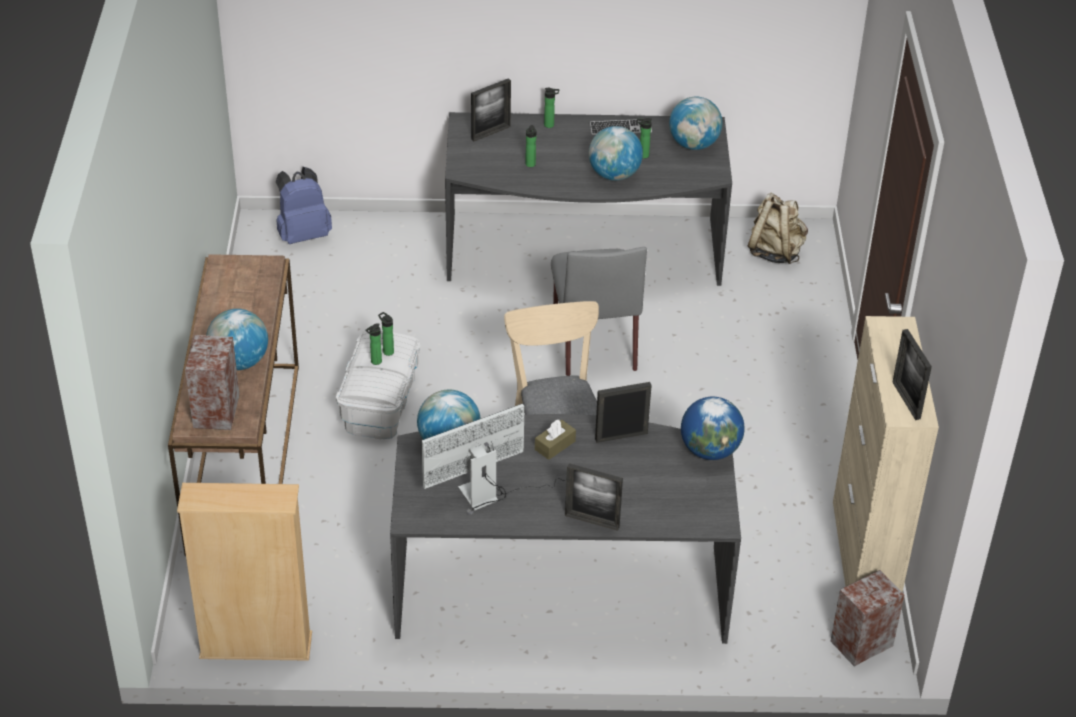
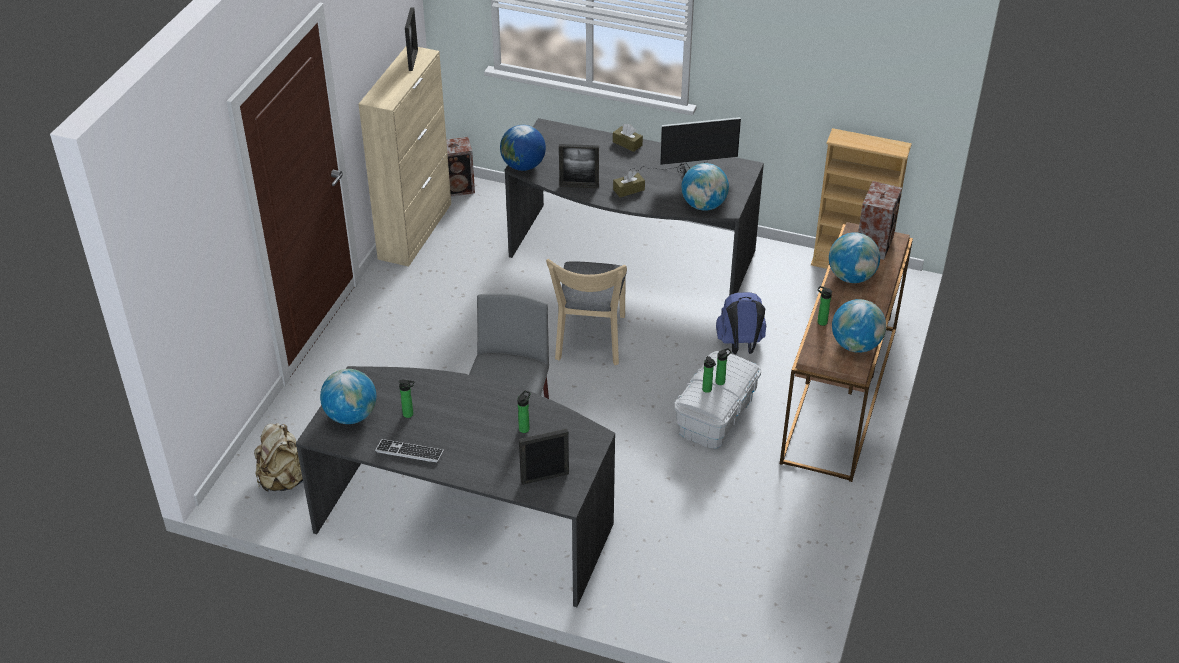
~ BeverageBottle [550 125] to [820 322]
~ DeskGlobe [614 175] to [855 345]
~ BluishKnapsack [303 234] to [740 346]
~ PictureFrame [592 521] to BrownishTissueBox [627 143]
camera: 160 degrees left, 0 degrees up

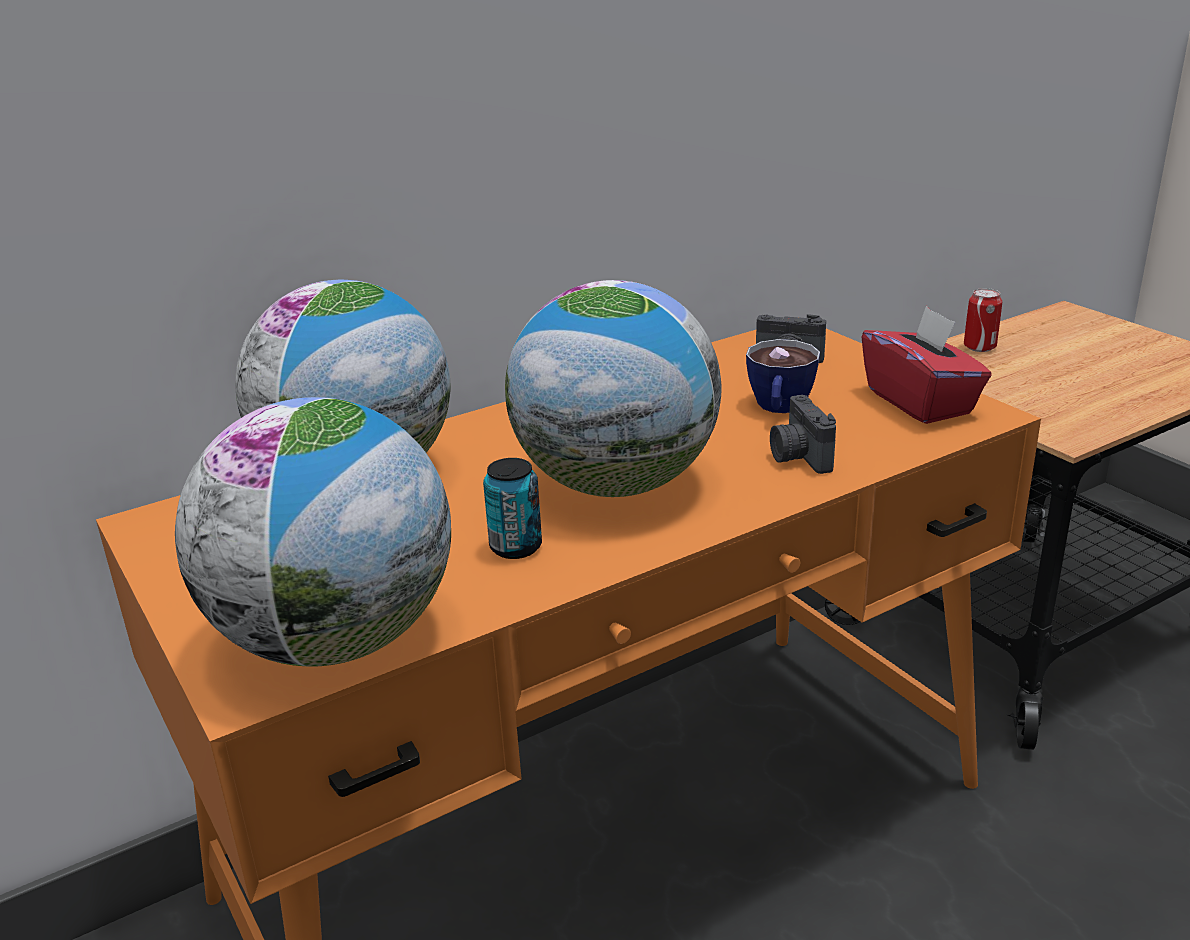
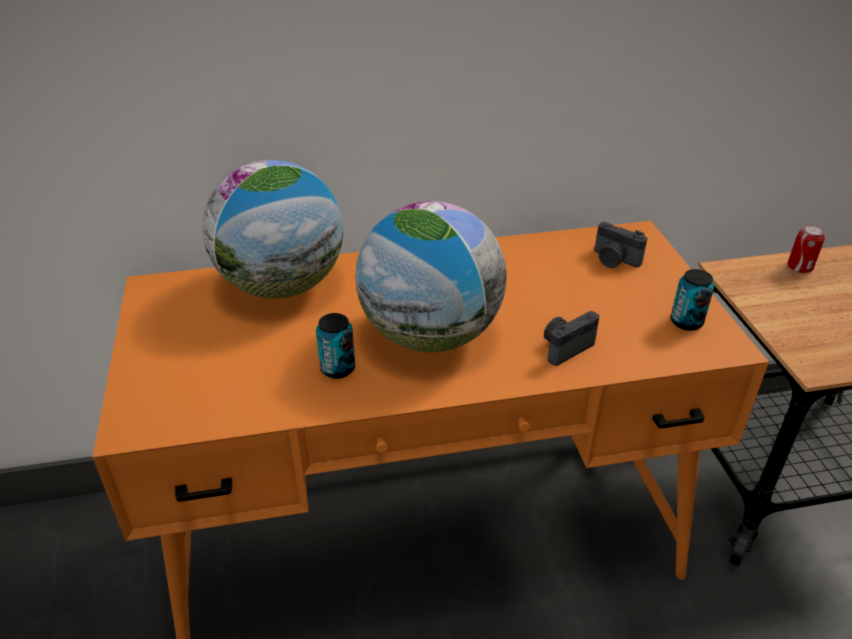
~ ReddishTissueBox [920 402] to Can [686 322]
- DrinkingCup [779 409]
~ StillCamera [798 457] = [565 347] 45 degrees clockwise
- DeskGlobe [336 639]
camera: 20 degrees right, 10 degrees up

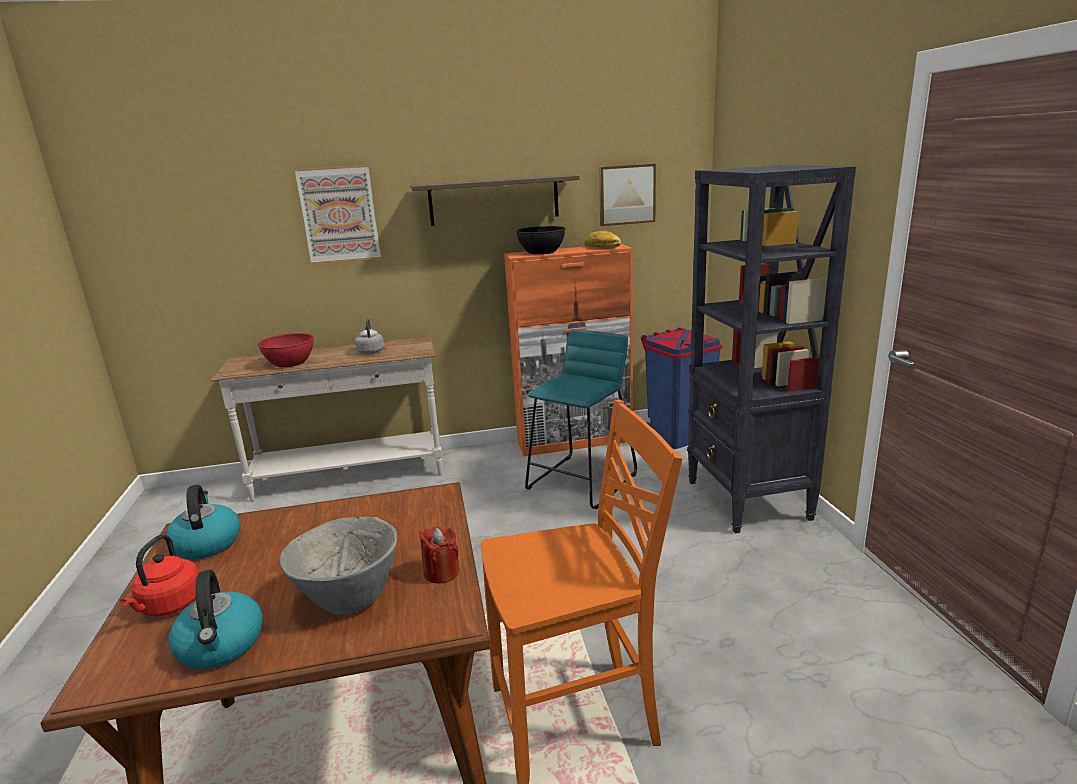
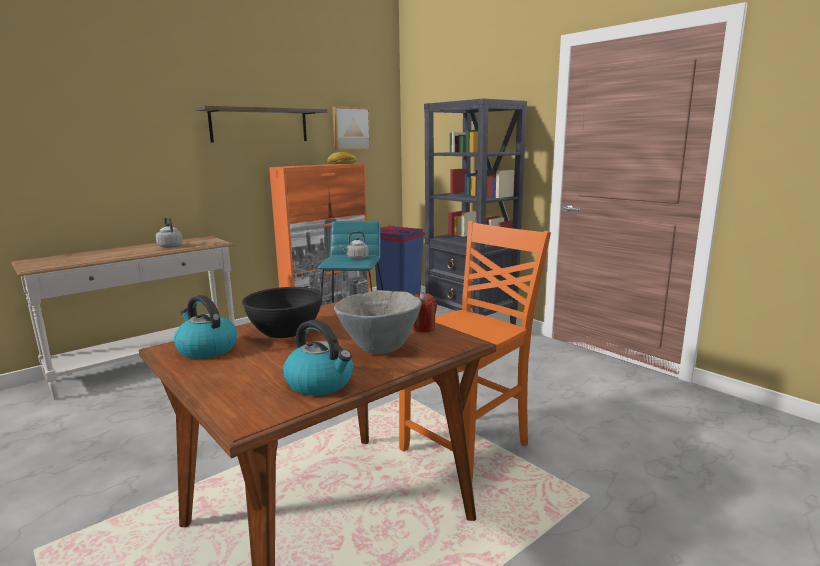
- WallPicture [339 215]
~ BlackColouredServingBowl [541 252] to [285 331]
- ReddishServingBowl [290 363]
- ReddishKettle [169 606]
+ GreyishKettle [356 258]
camera: 30 degrees left, 5 degrees down

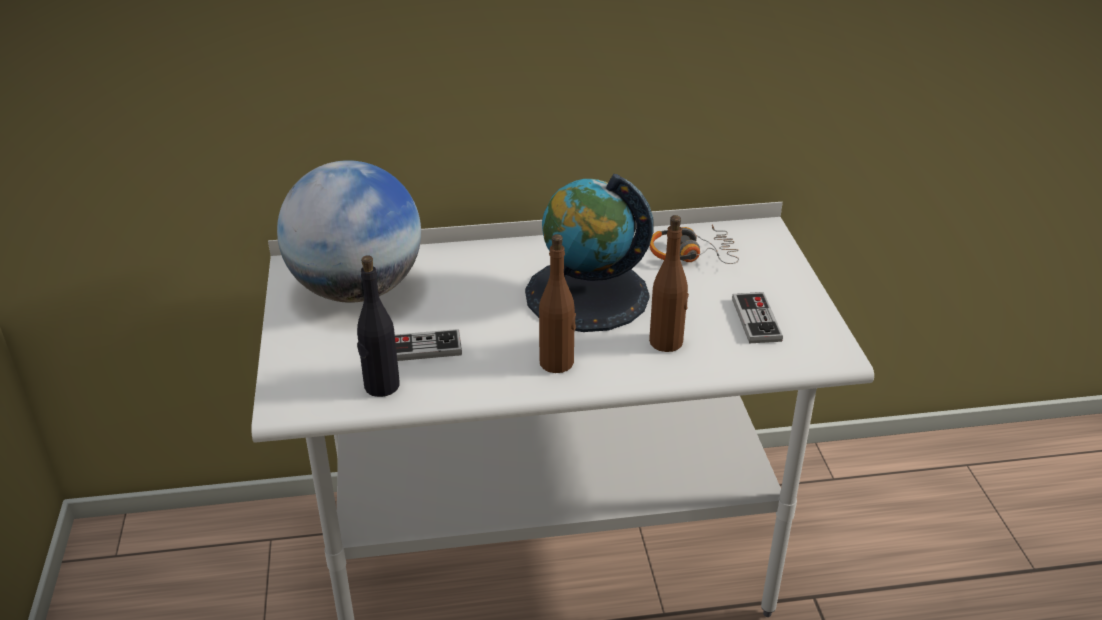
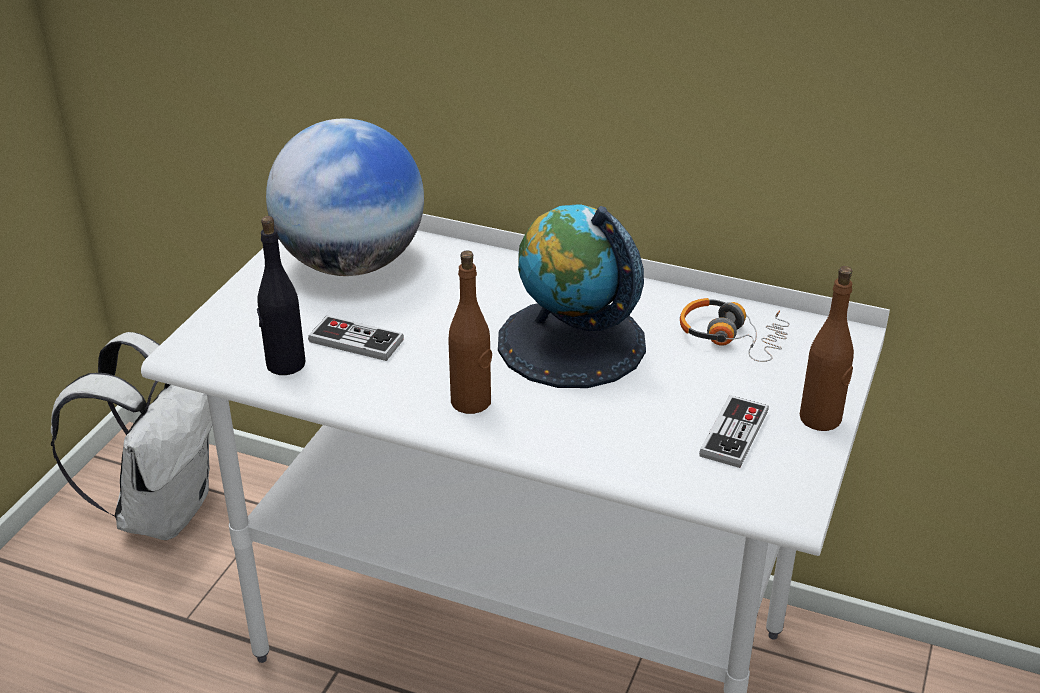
~ BrownishBeverageBottle [666 342] to [821 419]
+ WhiteKnapsack [163 509]
camera: 30 degrees right, 0 degrees up

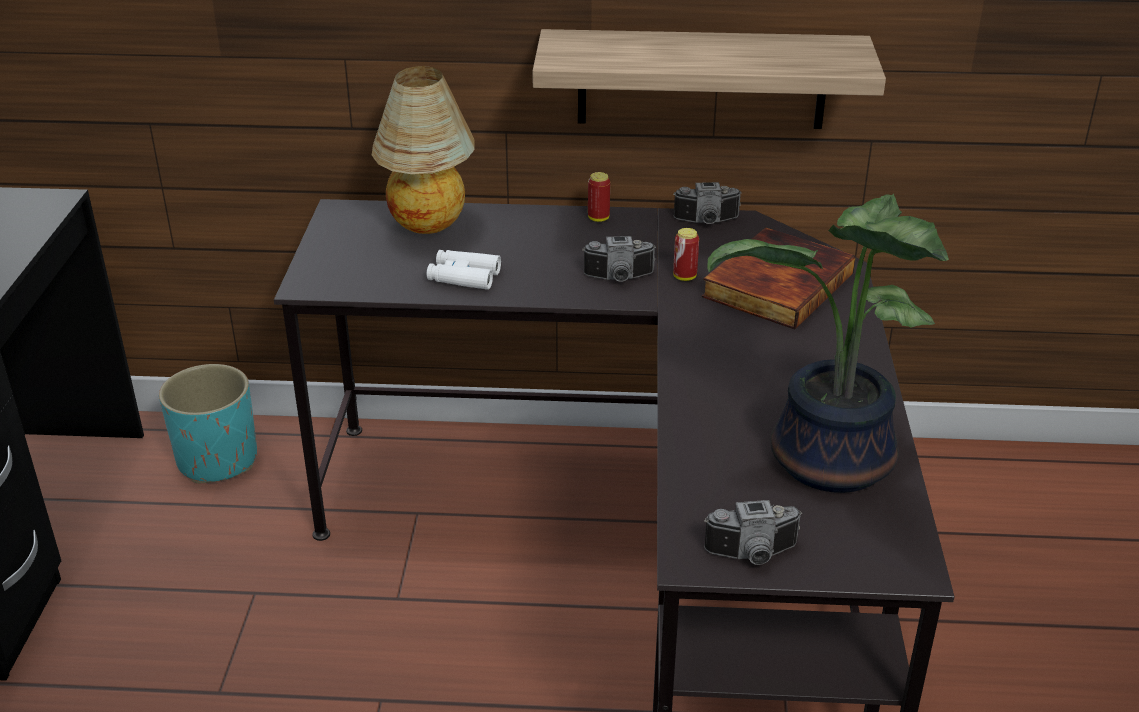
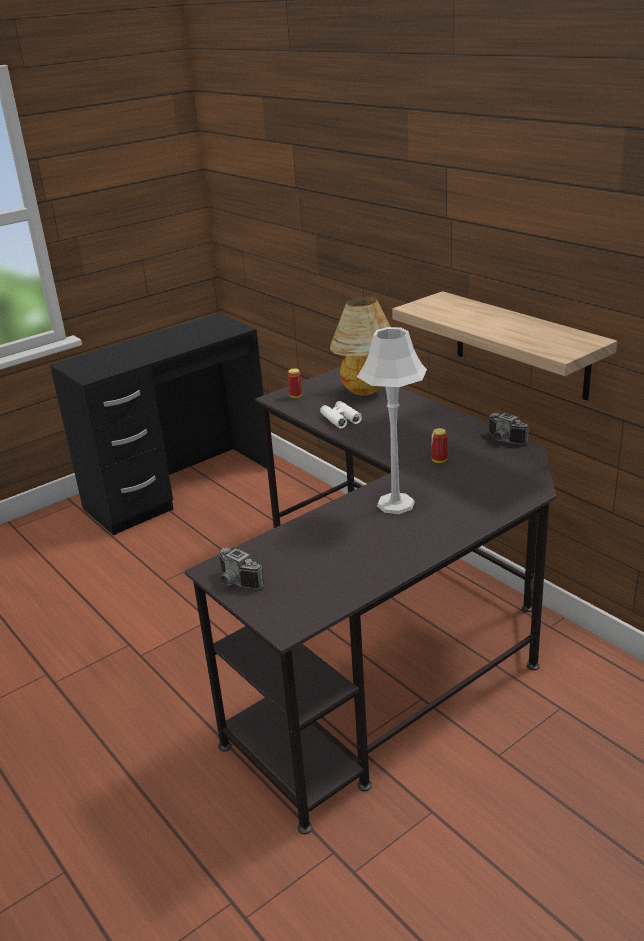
~ Can [598 218] to [296 396]
- PottedPlant [828 465]
- BoundBook [776 283]
- StillCamera [619 278]
- TurquoisePlantPot [217 460]
+ GreyishLampForATable [396 504]
camera: 50 degrees right, 5 degrees down

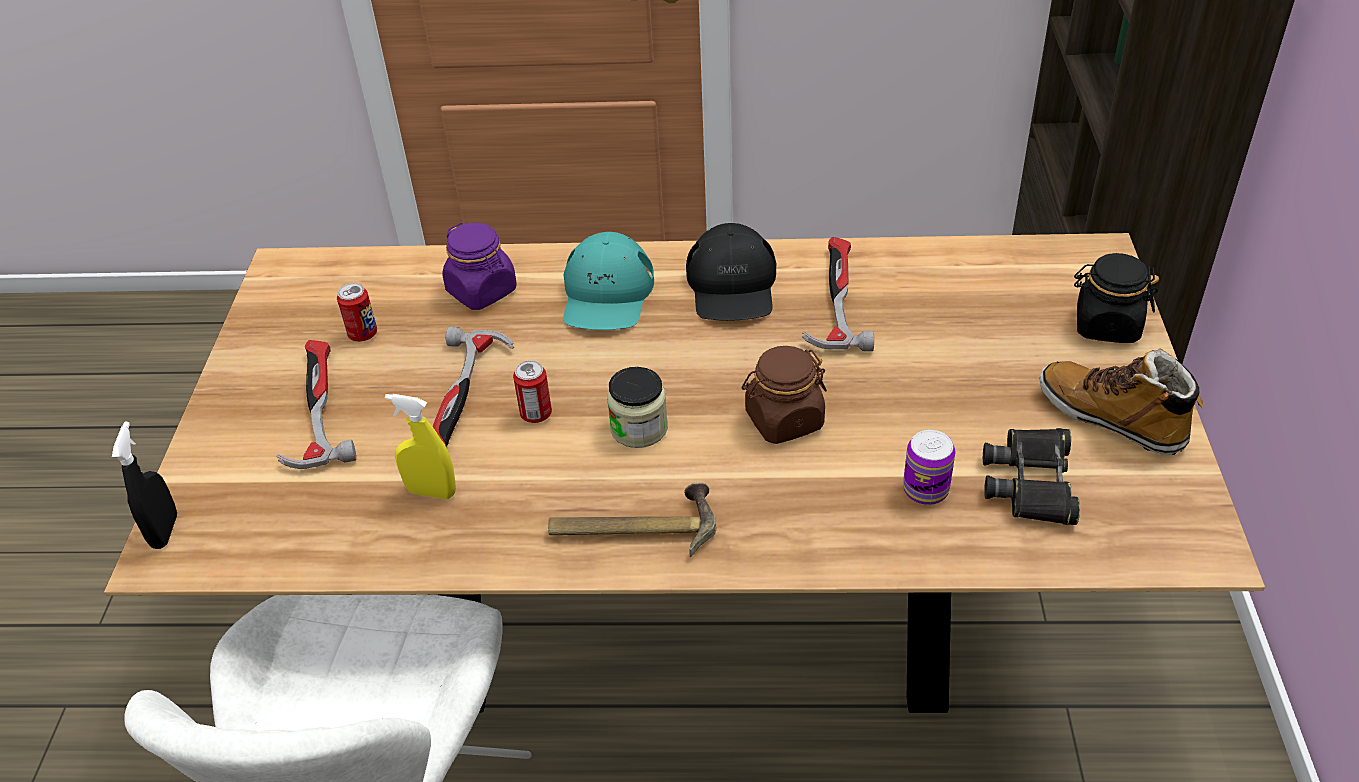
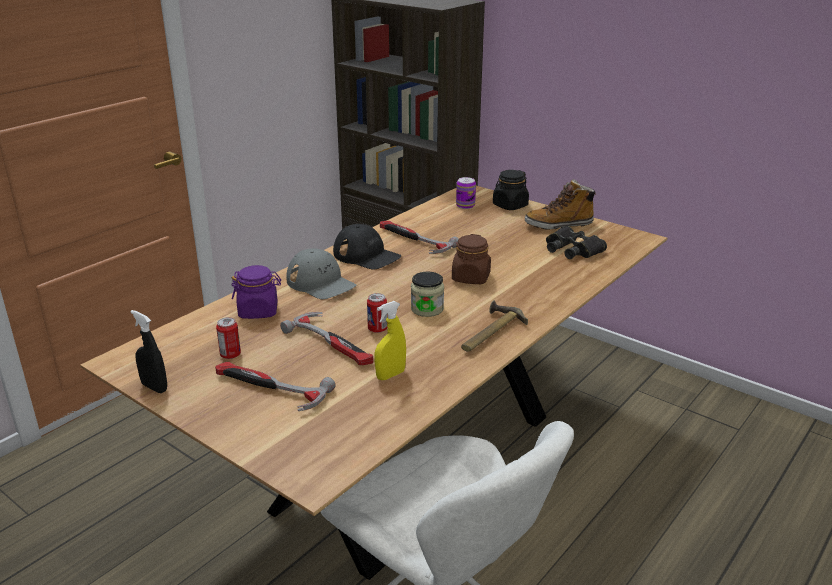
~ TurquoiseBaseballCap [607 294] to GreyishBaseballCap [321 283]
~ BlackColouredHandSprayer [165 531] to [154 387]
~ Can [925 490] to [465 205]
camera: 55 degrees left, 15 degrees down

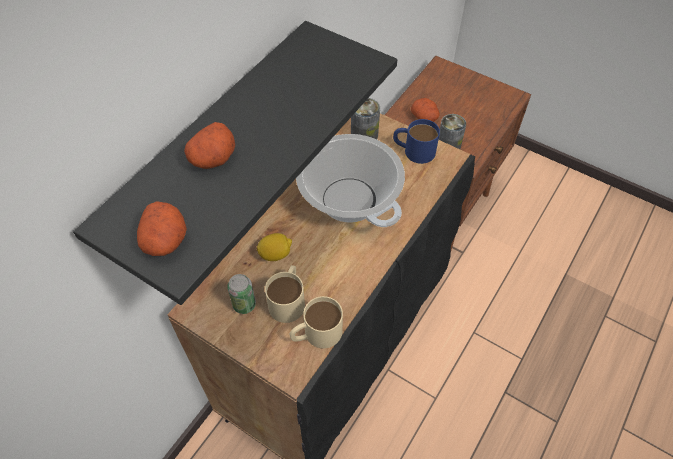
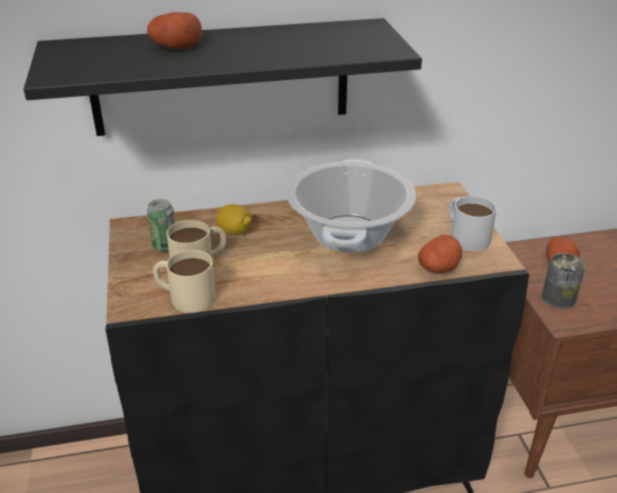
- Can [364 134]
~ BluishTeaMug [413 150] to WhiteTeaMug [465 235]
~ Spud [165 240] to [439 267]
camera: 45 degrees right, 20 degrees down

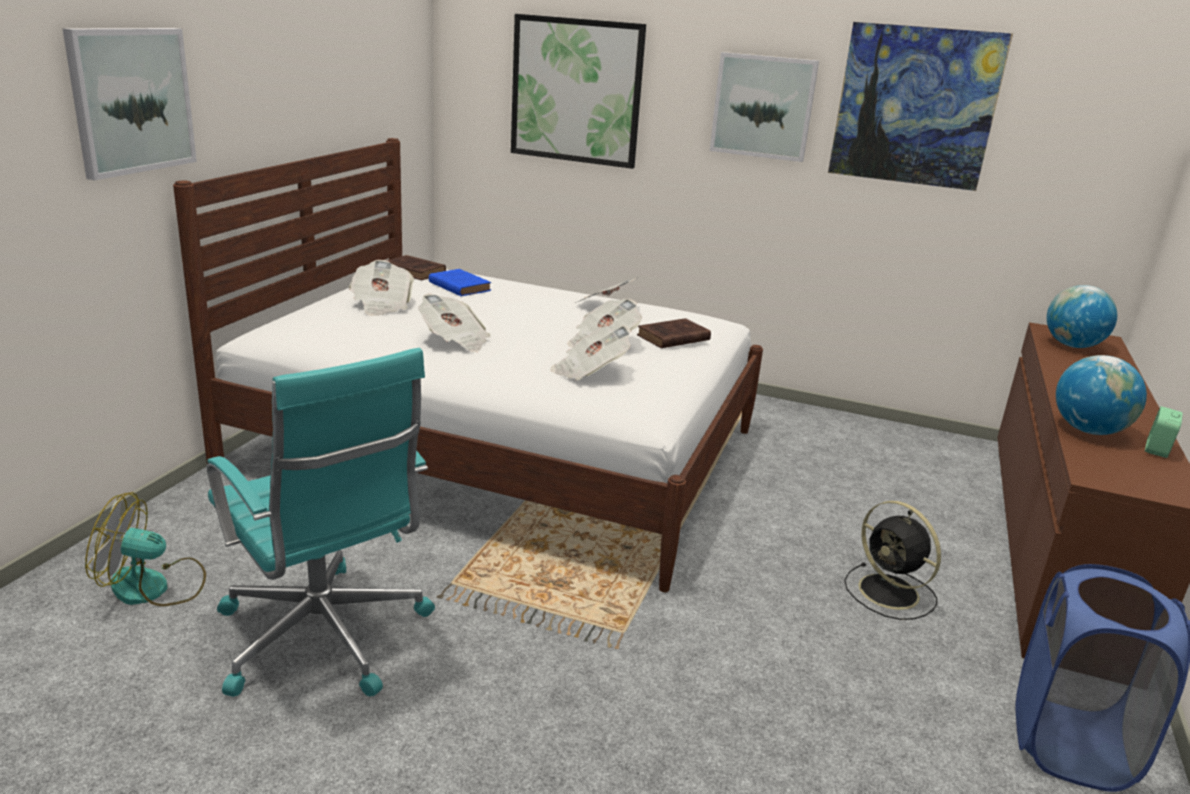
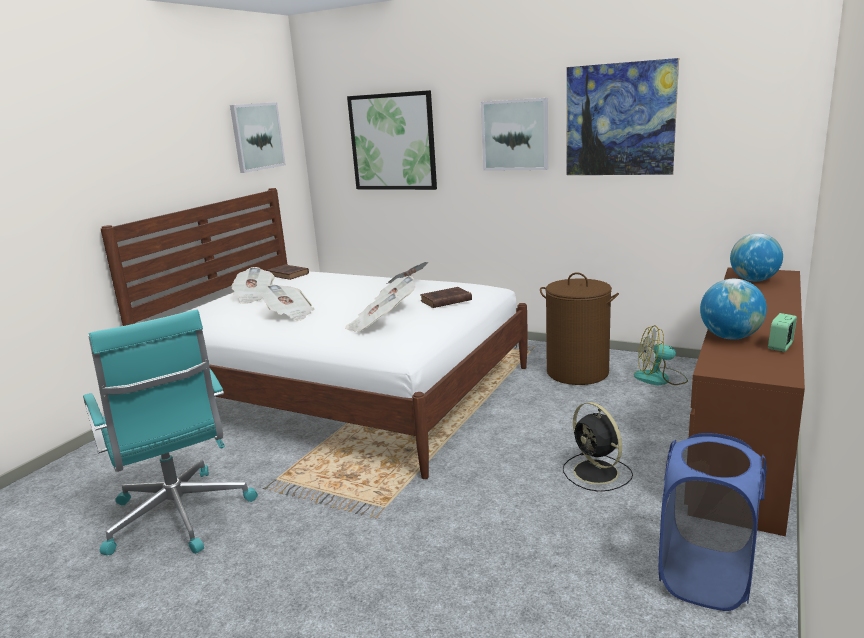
~ WallPicture [131 100] to [257 136]
- BluishBoundBook [458 286]
~ ElectricFan [153 587] to [660 379]
+ BrownishLaundryBasket [577 372]
camera: 10 degrees right, 5 degrees down

